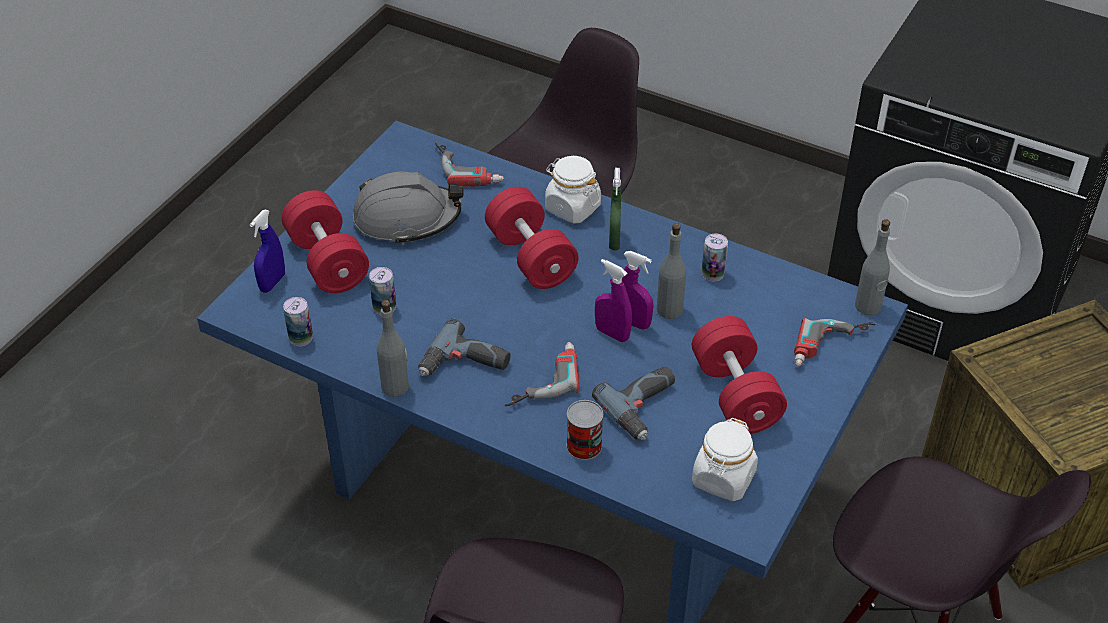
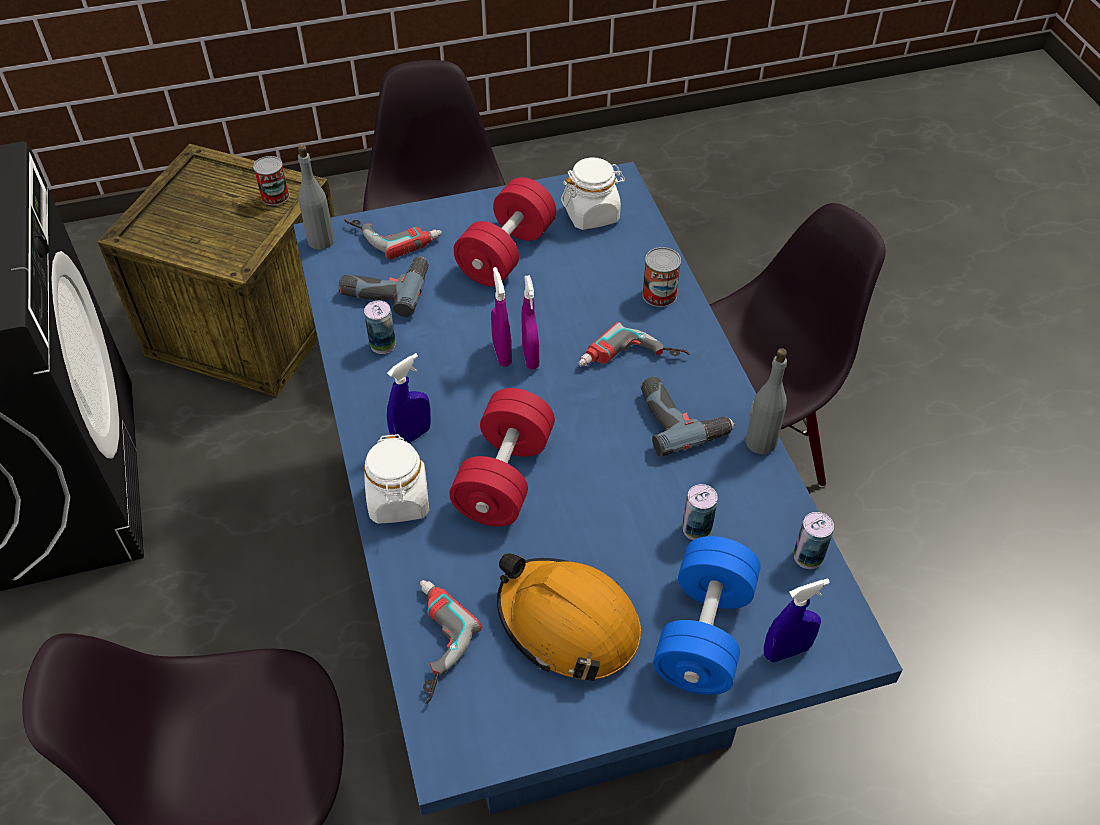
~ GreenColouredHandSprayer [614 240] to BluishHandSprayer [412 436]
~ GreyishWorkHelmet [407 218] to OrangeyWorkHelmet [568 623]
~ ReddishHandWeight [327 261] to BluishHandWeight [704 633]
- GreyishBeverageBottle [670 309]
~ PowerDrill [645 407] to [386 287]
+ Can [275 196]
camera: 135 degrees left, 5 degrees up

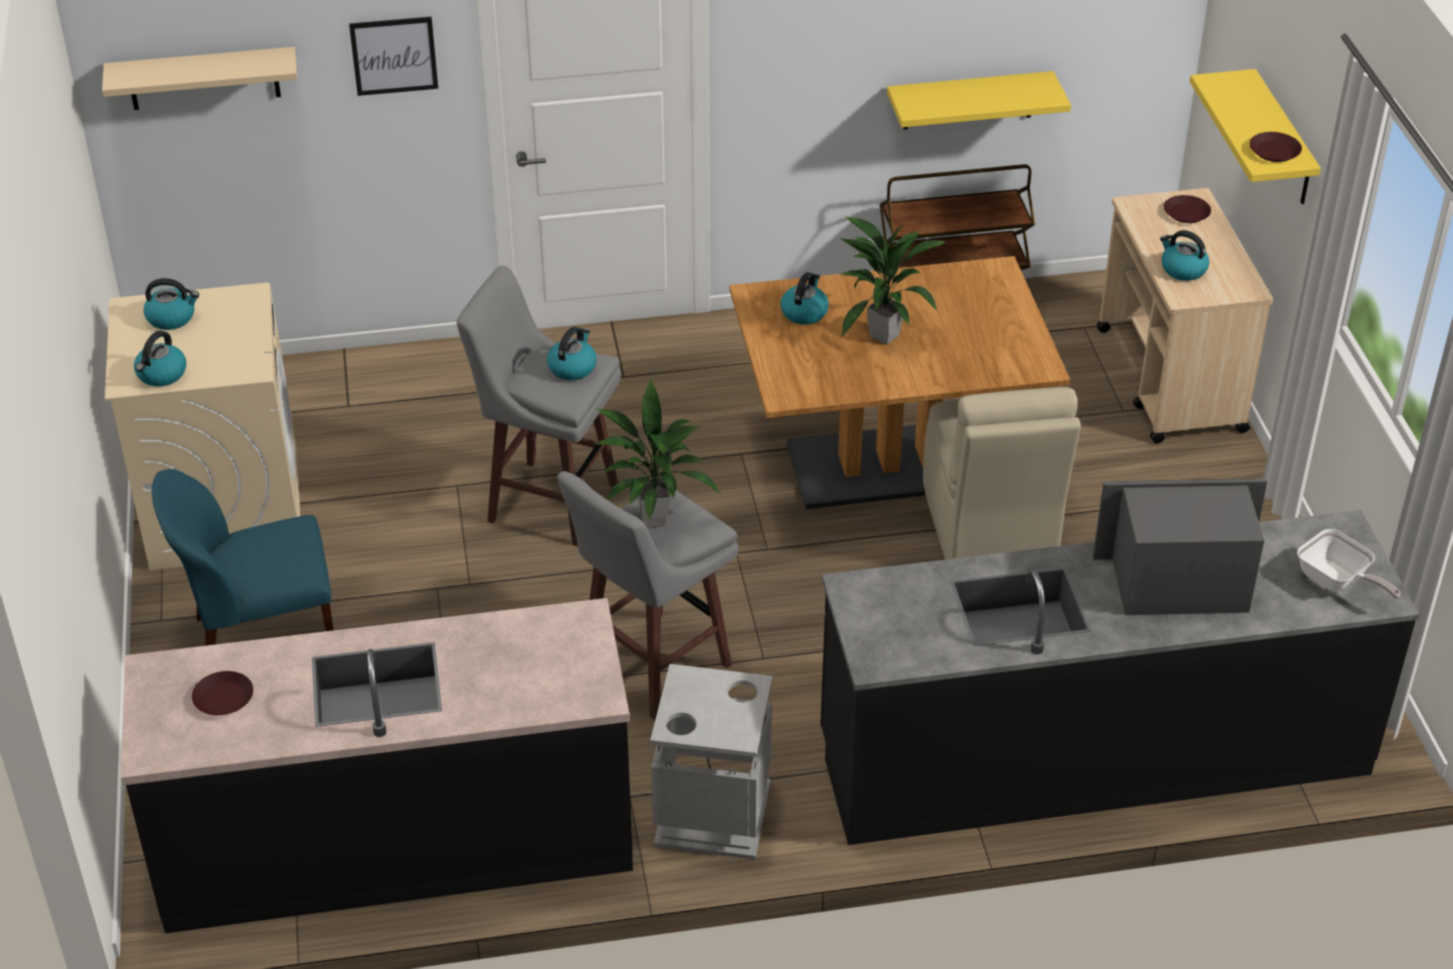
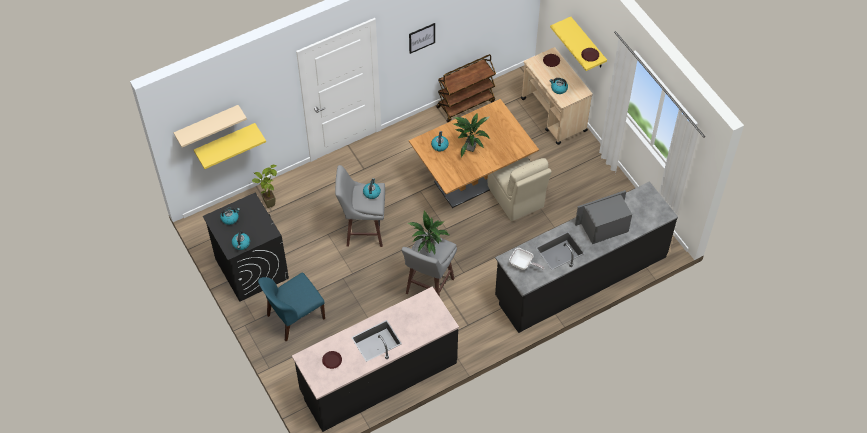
~ WallPicture [394 55] to [422 38]
~ YellowishShelf [968 100] to [225 142]
~ SandColouredWashingMachine [224 508] to BlackColouredWashingMachine [251 268]
~ Pan [1336 582] to [523 264]
- GreyishWasteBin [714 813]
+ PottedPlant [269 201]
camera: 20 degrees left, 15 degrees up

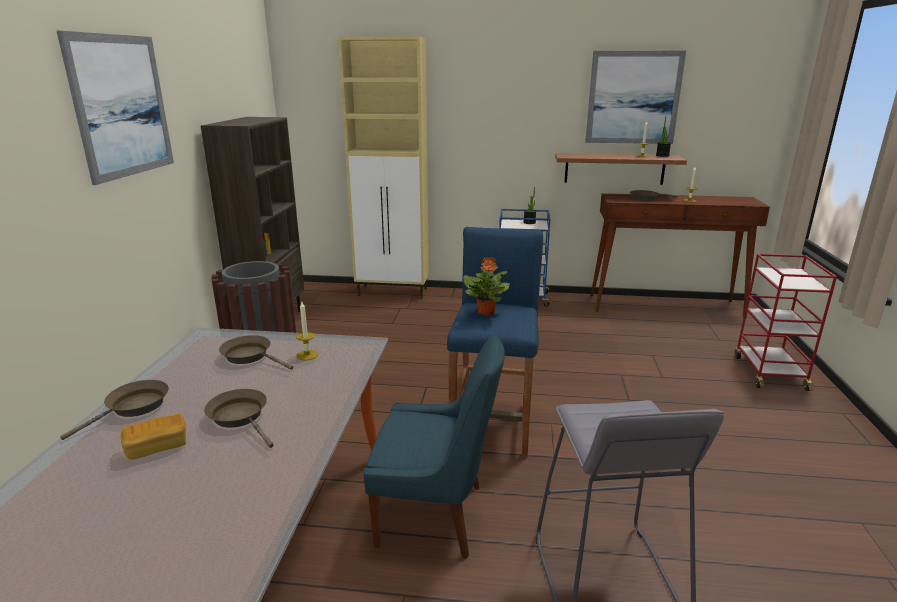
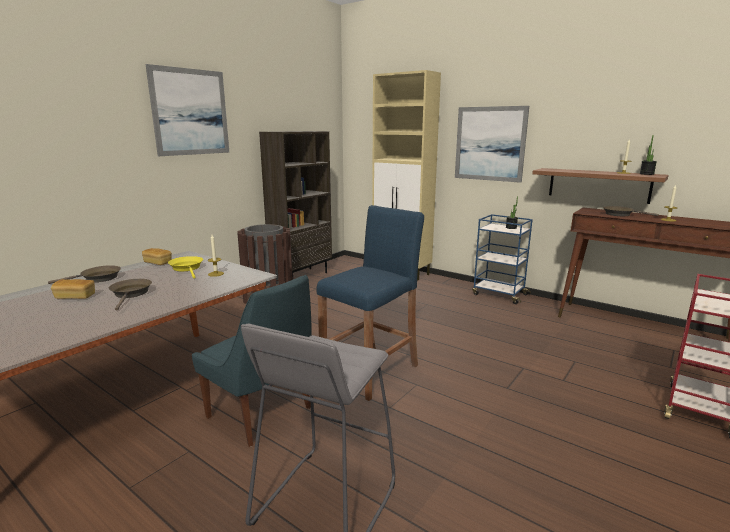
~ WallPicture [633 98] to [489 144]
- PottedPlant [486 312]
~ BrownishPan [250 356] to YellowishPan [187 268]
+ Bread [158 263]
camera: 30 degrees right, 5 degrees down

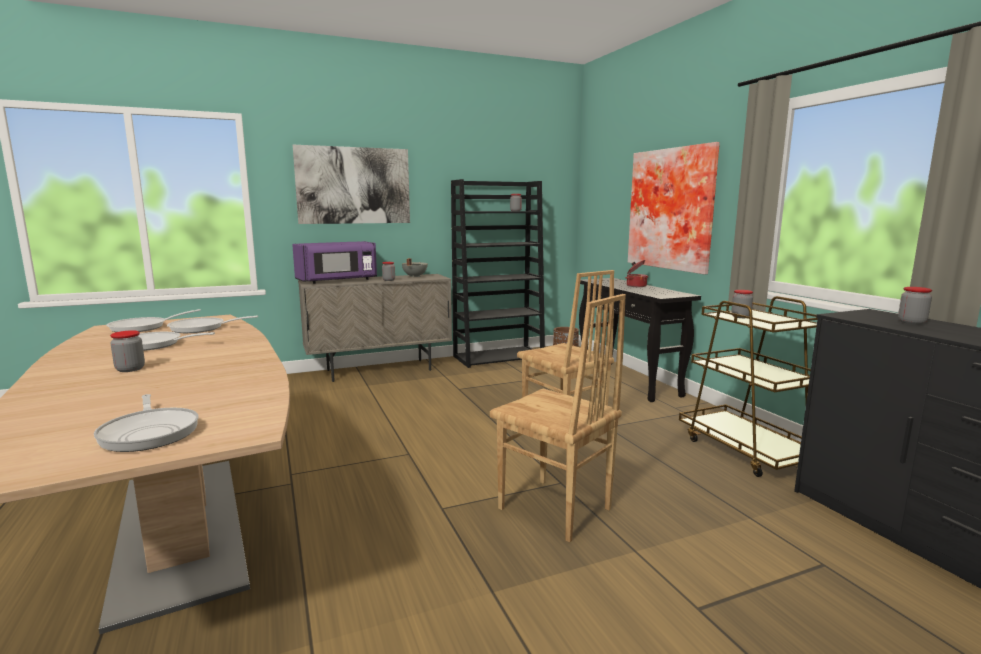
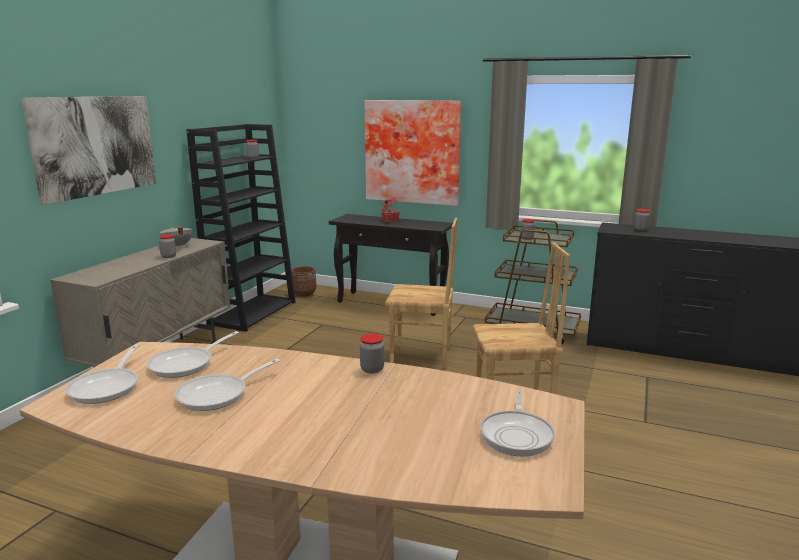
- PurpleColouredMicrowaveOven [337 281]
~ PreserveJar [130 369] to [372 369]
~ Pan [150 432] = [517 435] 90 degrees clockwise
camera: 45 degrees left, 5 degrees up

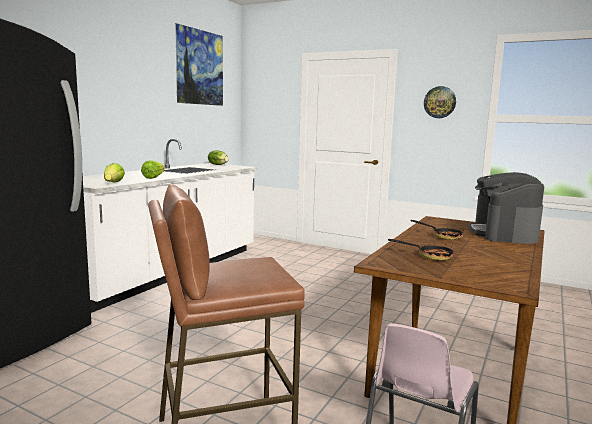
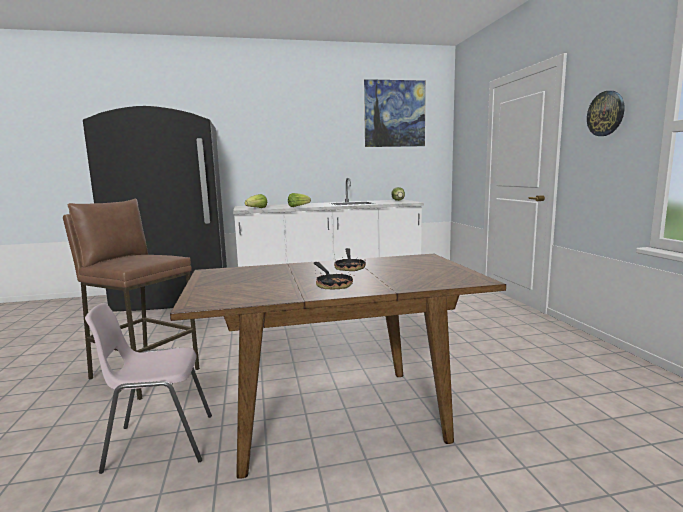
- CoffeeBrewer [503 233]
~ Pan [429 256] to [332 284]
camera: 50 degrees right, 0 degrees up

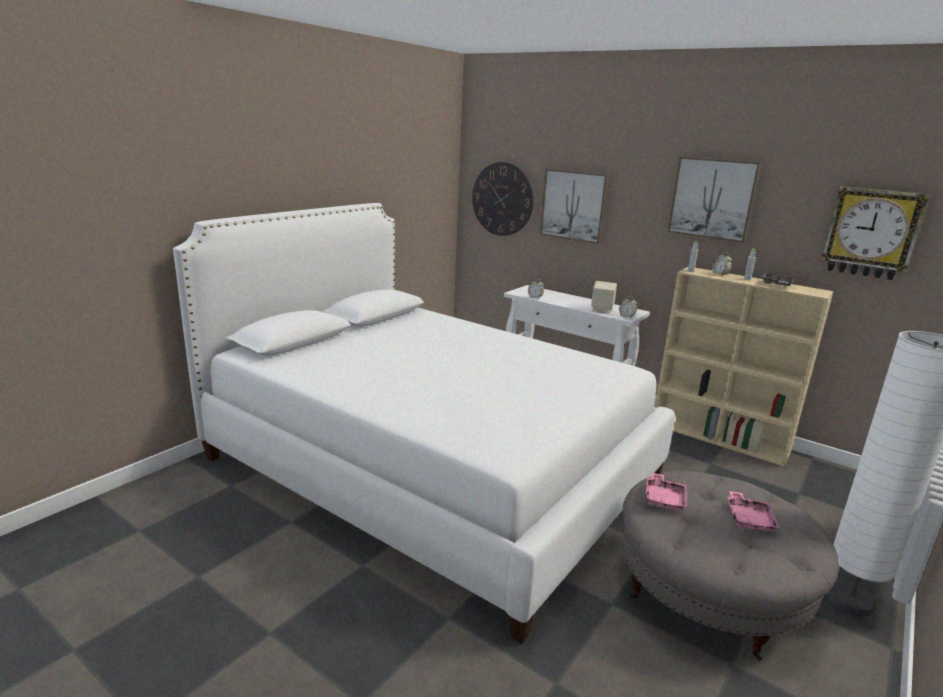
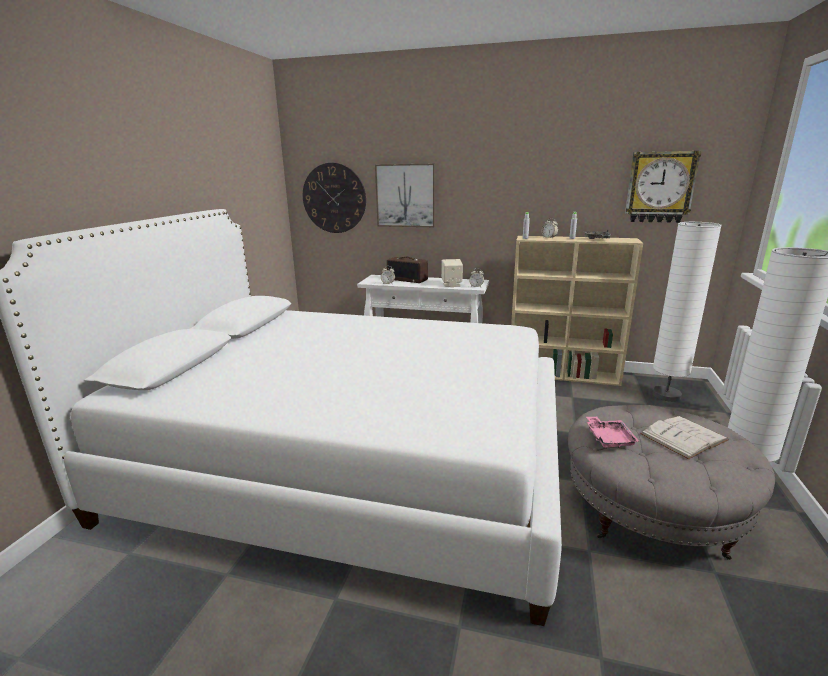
- WallPicture [712 198]
~ PinkColouredTray [749 519] to WhiteBoundBook [683 437]
+ WhiteStandingLamp [666 395]
+ Radio [408 279]
camera: 20 degrees left, 0 degrees up

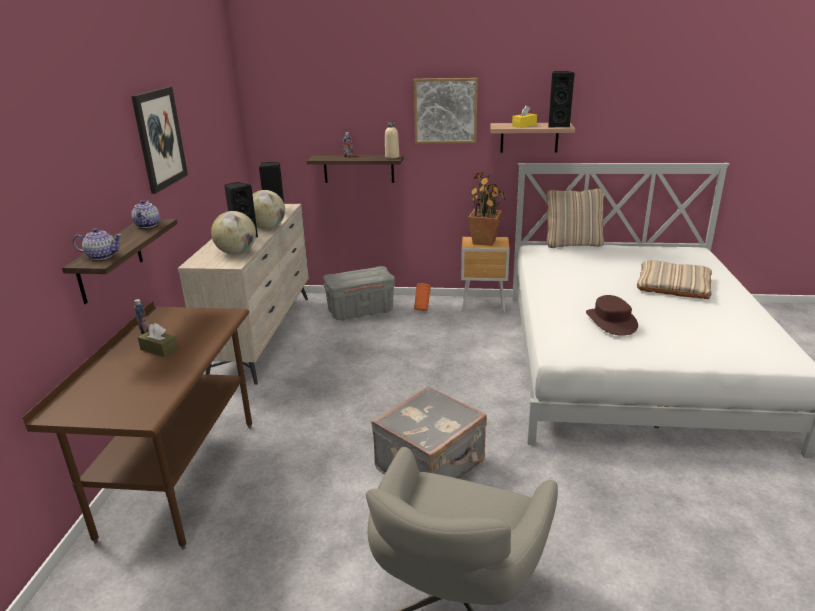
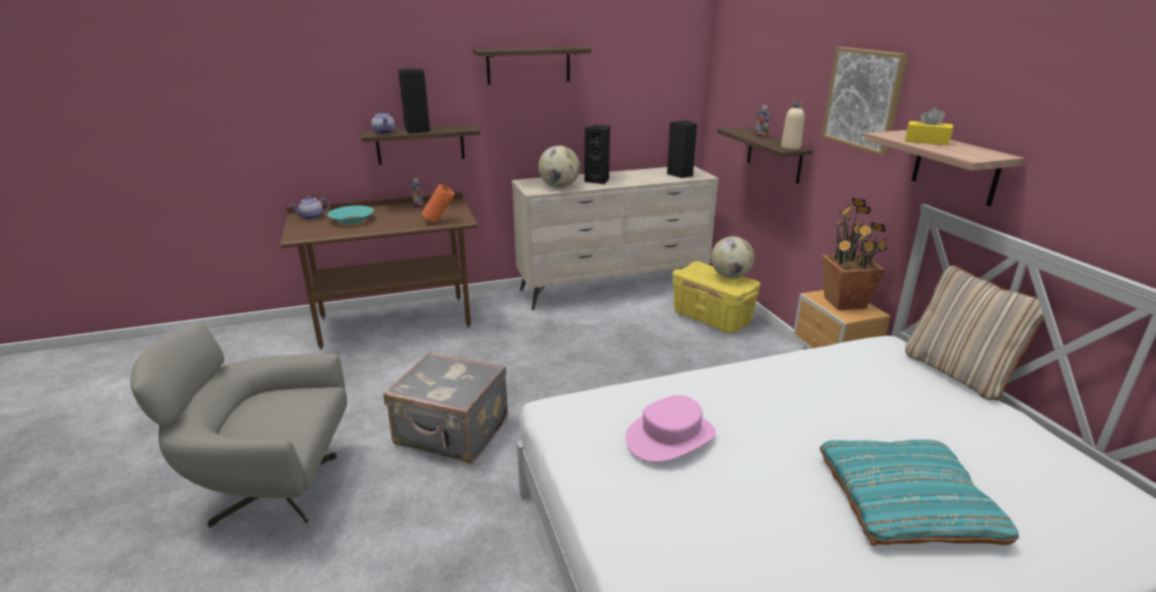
~ BlackColouredSpeaker [558 125] to [417 131]
~ WallPicture [160 139] to Shelf [528 65]
~ DeskGlobe [267 228] to [730 276]
~ TeaPot [148 225] to [312 217]
~ SandColouredCushion [673 285] to TurquoiseCushion [906 500]
~ GreyishStorageBox [360 311] to YellowishStorageBox [710 318]
~ OrangeyFlowerVase [422 309] to [439 221]
~ BrownishClothingHat [611 321] to PinkColouredClothingHat [670 437]
- BrownishTissueBox [159 349]
+ TurquoiseServingBowl [352 220]
camera: 65 degrees right, 0 degrees up

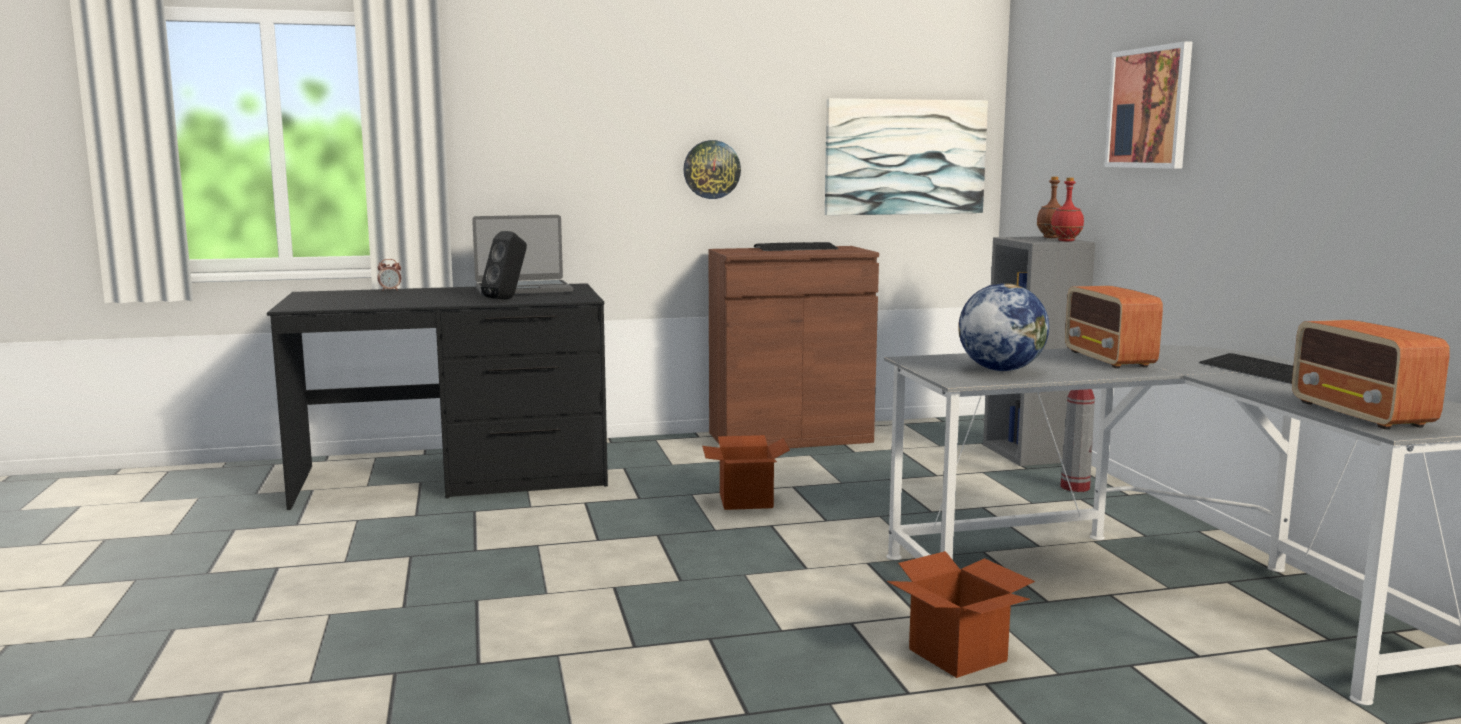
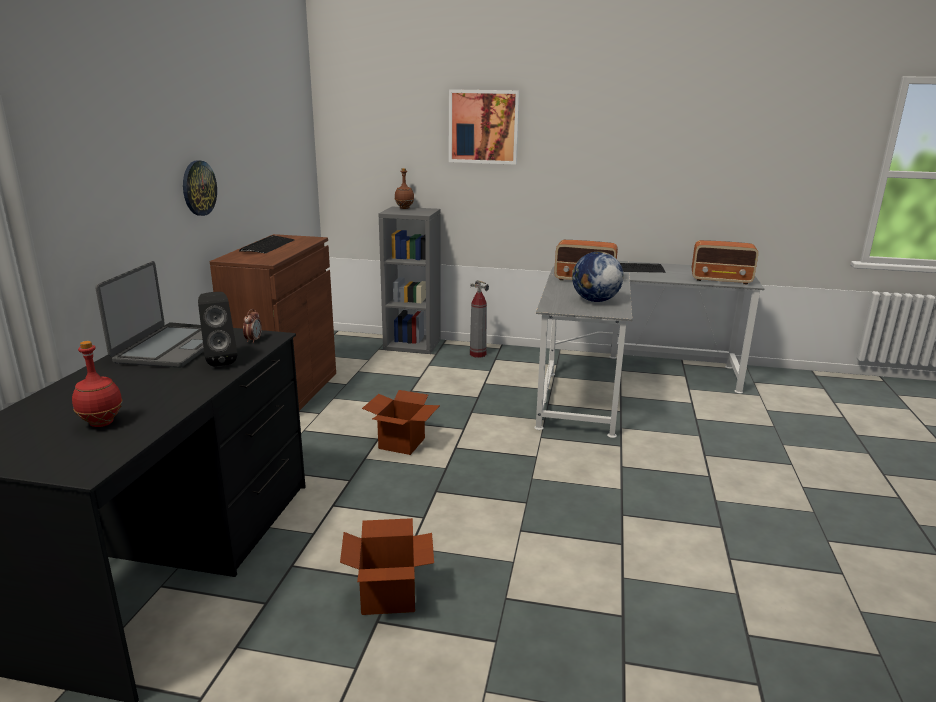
- WallPicture [905 157]
~ ReddishBeverageBottle [1066 241] to [102 423]
~ TableClock [390 290] to [253 340]
~ Carton [957 655] to [388 596]
camera: 65 degrees left, 10 degrees up

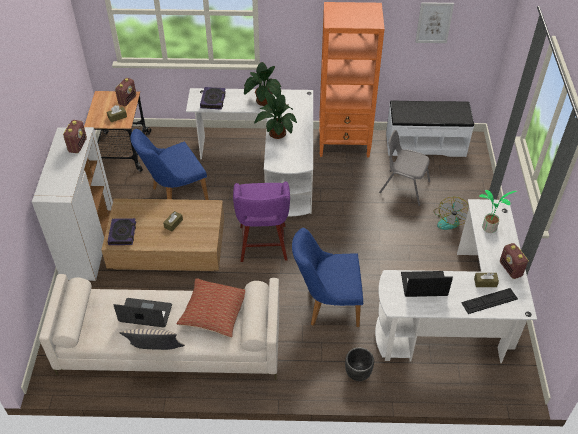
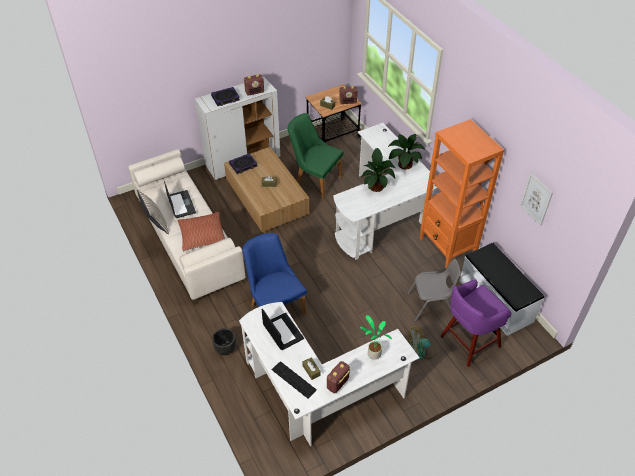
~ BoundBook [213 100] to [225 98]
~ BluishUprightChair [174 195] to GreenColouredUprightChair [314 180]
~ GreyishUprightChair [403 187] = [431 305] 90 degrees clockwise
~ PurpleColouredStool [263 244] to [468 342]
camera: 60 degrees right, 0 degrees up

